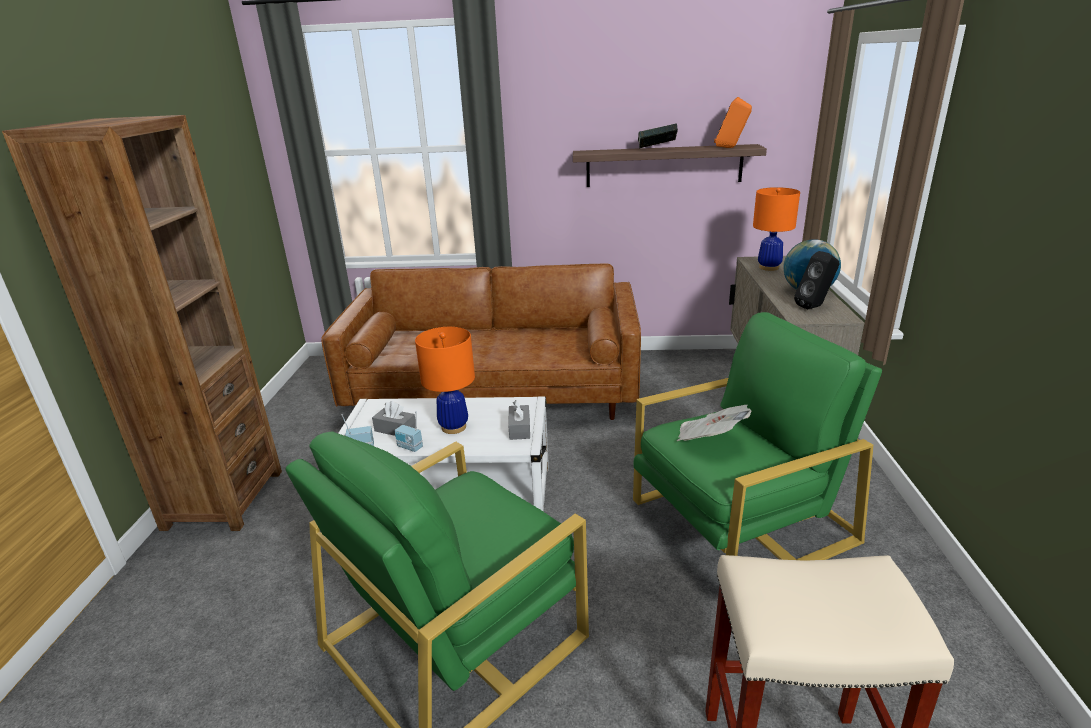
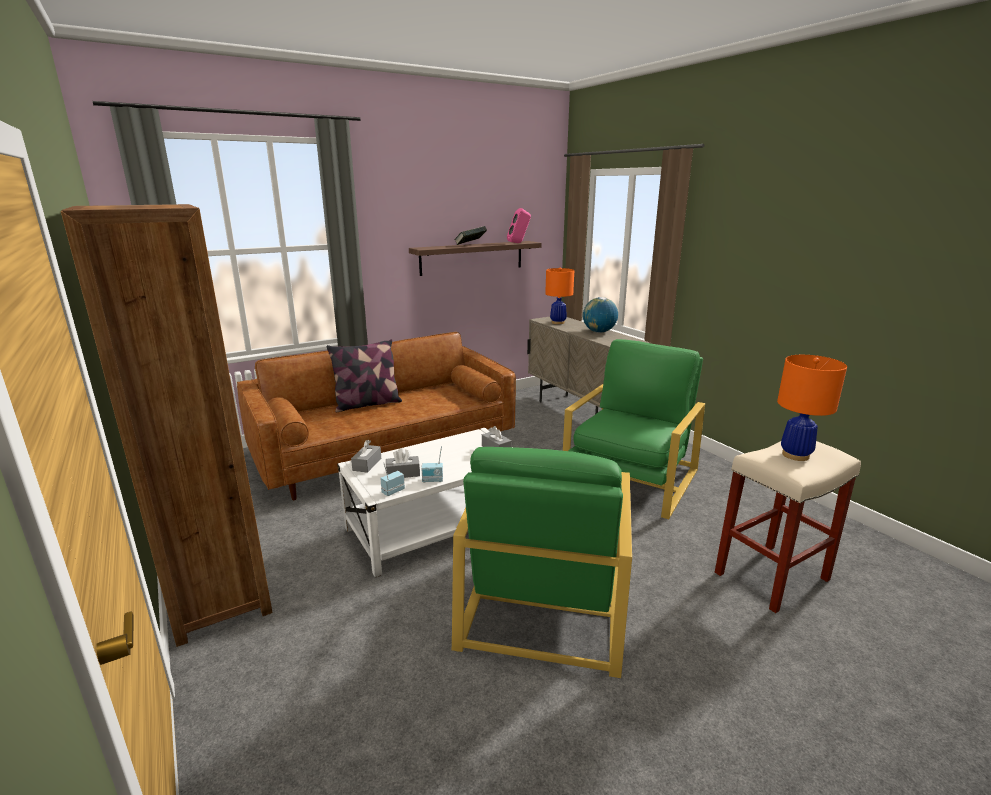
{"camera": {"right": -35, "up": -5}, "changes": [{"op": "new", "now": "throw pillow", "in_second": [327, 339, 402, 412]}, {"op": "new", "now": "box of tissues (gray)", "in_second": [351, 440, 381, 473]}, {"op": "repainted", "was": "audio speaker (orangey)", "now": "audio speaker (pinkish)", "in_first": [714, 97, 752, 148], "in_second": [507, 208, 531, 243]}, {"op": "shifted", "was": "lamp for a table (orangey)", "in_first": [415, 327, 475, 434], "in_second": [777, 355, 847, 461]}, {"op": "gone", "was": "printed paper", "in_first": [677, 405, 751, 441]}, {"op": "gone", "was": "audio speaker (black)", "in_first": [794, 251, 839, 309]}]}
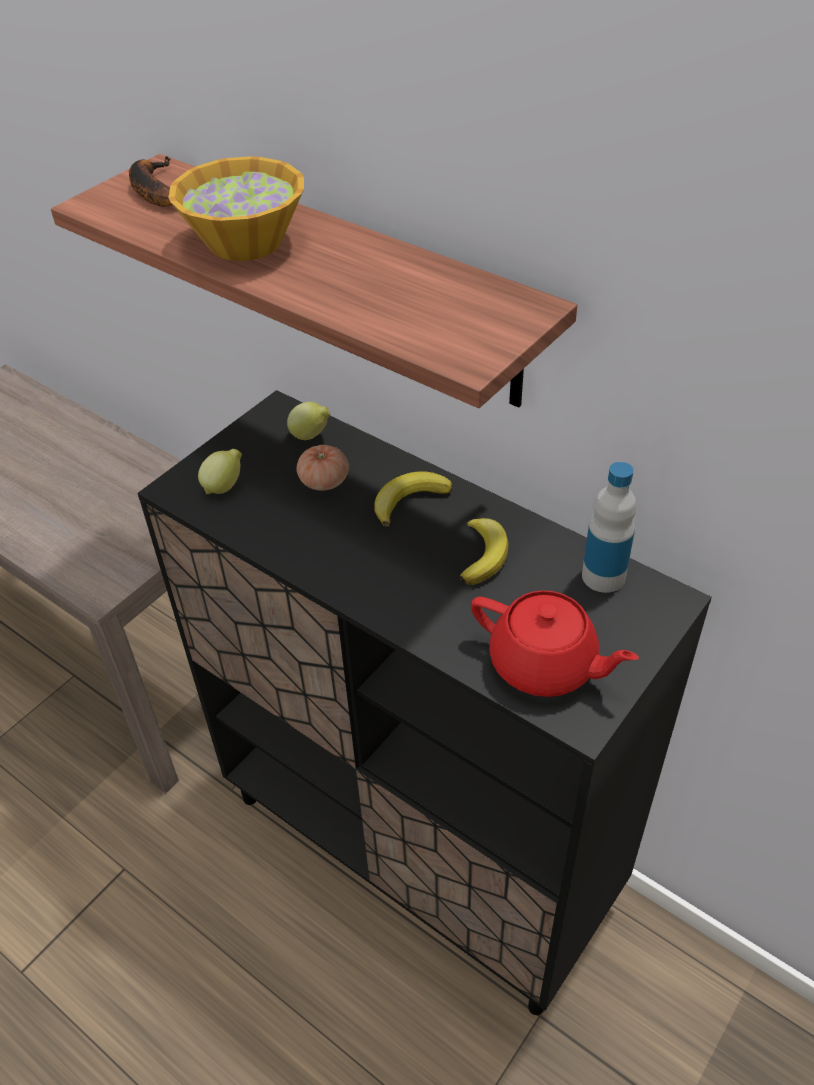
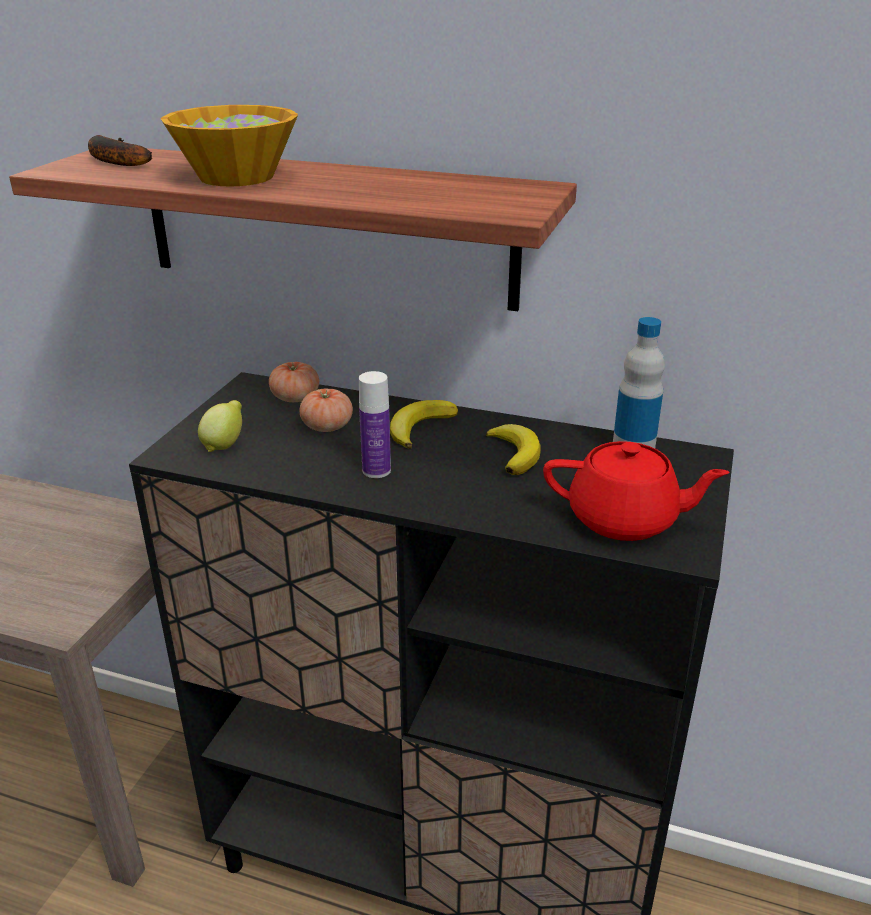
{"camera": {"right": -20, "up": -15}, "changes": [{"op": "swapped", "was": "citrus fruit", "now": "tomato", "in_first": [287, 402, 330, 440], "in_second": [269, 362, 319, 402]}, {"op": "new", "now": "drink bottle", "in_second": [359, 371, 391, 478]}]}
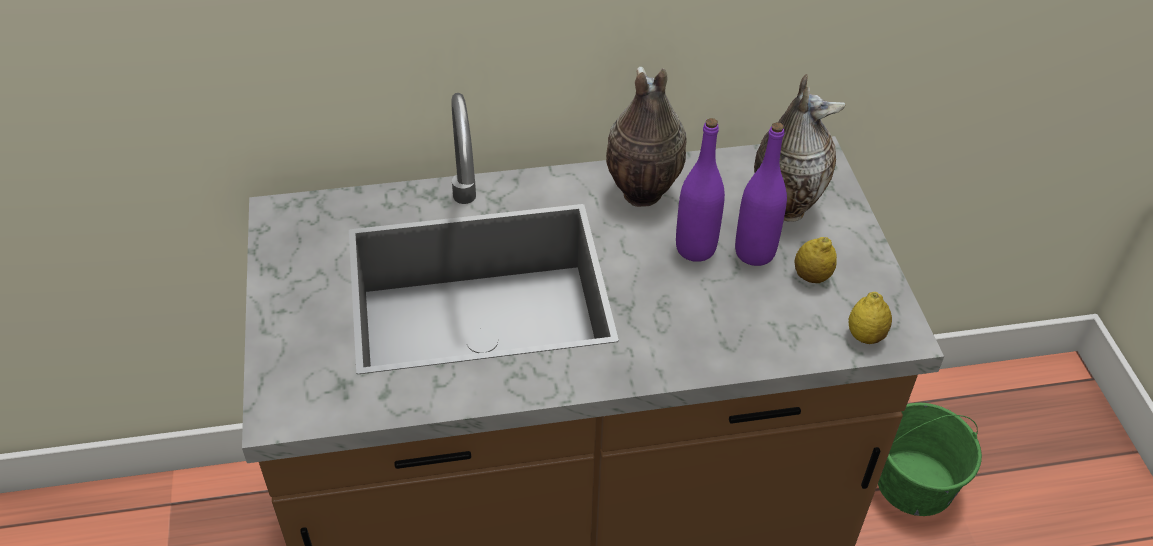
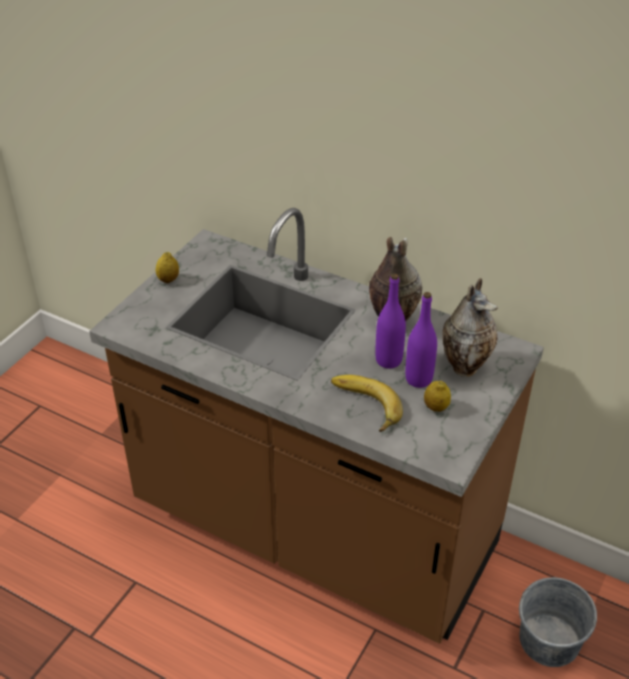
{"camera": {"right": 40, "up": -5}, "changes": [{"op": "shifted", "was": "citrus fruit", "in_first": [849, 292, 892, 344], "in_second": [156, 252, 179, 283]}, {"op": "new", "now": "banana fruit", "in_second": [331, 375, 403, 432]}, {"op": "repainted", "was": "pail (green-coloured)", "now": "pail (gray)", "in_first": [878, 403, 982, 516], "in_second": [519, 577, 597, 667]}]}
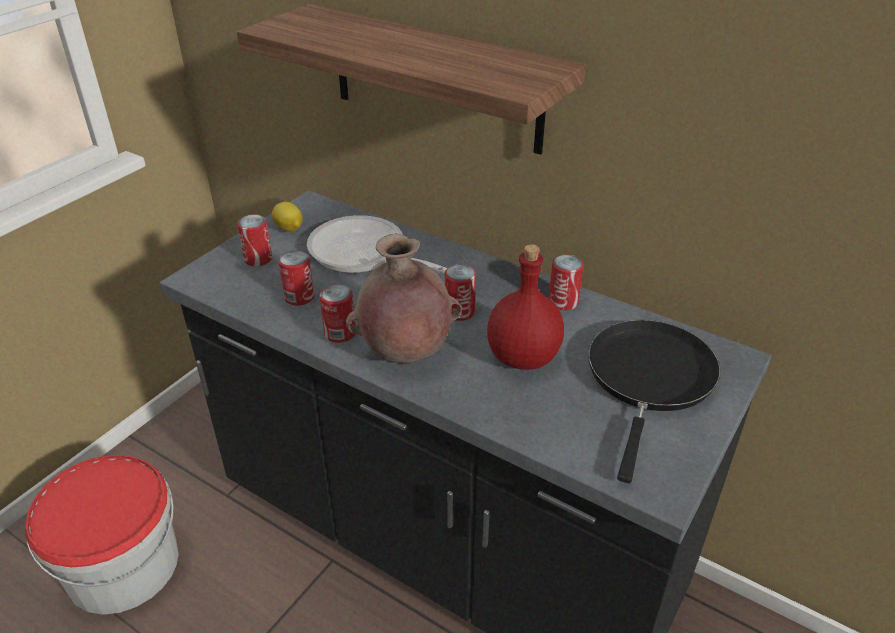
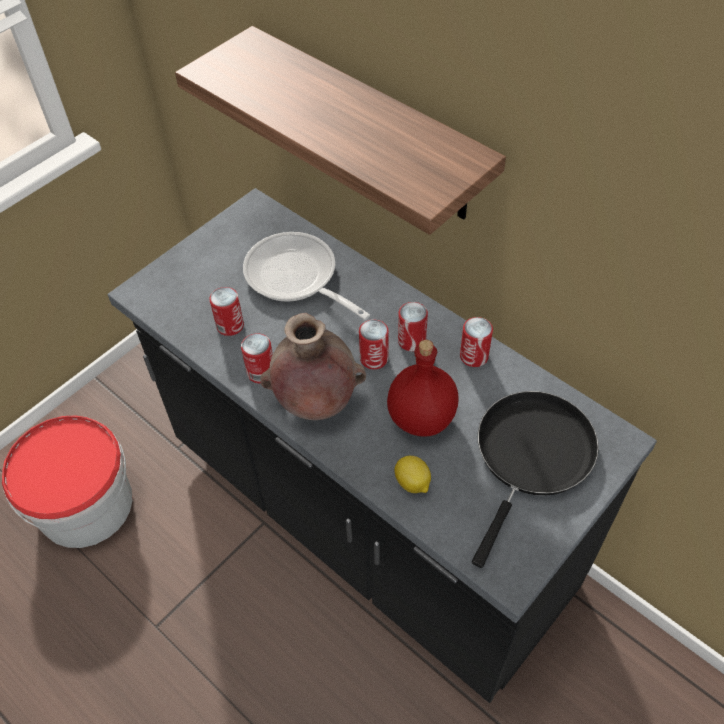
{"camera": {"right": 10, "up": 15}, "changes": [{"op": "shifted", "was": "citrus fruit", "in_first": [272, 202, 302, 232], "in_second": [395, 456, 431, 493]}, {"op": "shifted", "was": "metal can", "in_first": [237, 214, 272, 266], "in_second": [398, 302, 428, 351]}]}
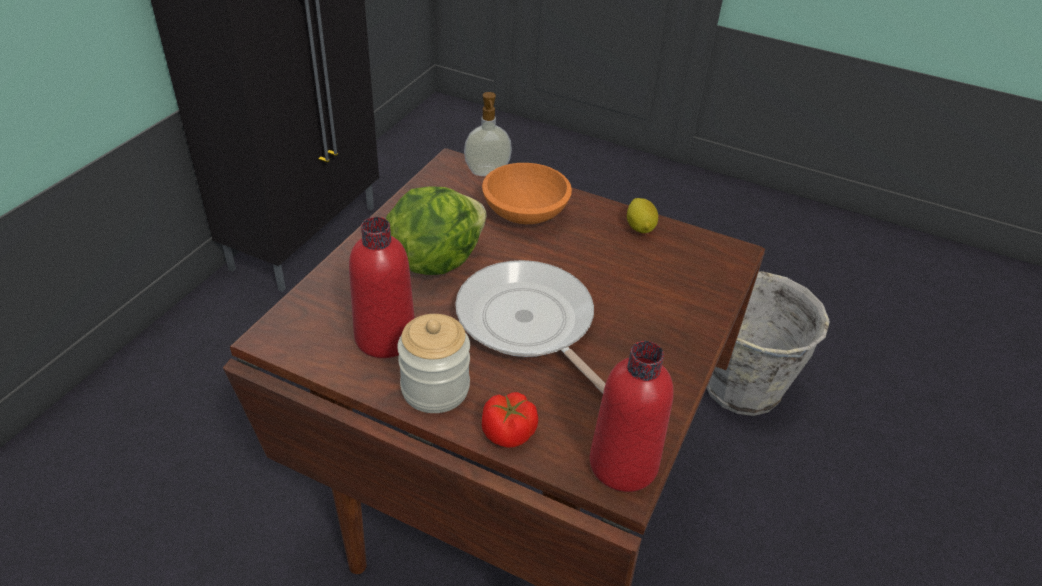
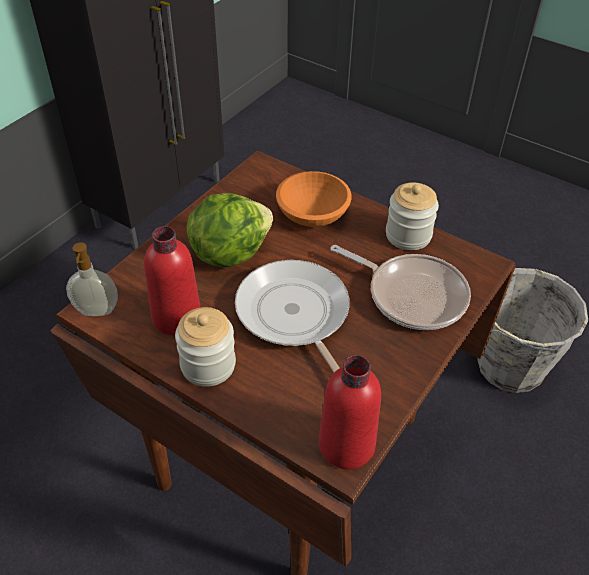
{"camera": {"right": 10, "up": 5}, "changes": [{"op": "shifted", "was": "soap bottle", "in_first": [464, 92, 512, 176], "in_second": [66, 242, 118, 316]}, {"op": "new", "now": "skillet", "in_second": [330, 245, 471, 330]}, {"op": "swapped", "was": "citrus fruit", "now": "jar", "in_first": [627, 198, 658, 233], "in_second": [386, 183, 439, 250]}, {"op": "gone", "was": "tomato", "in_first": [482, 392, 538, 448]}]}
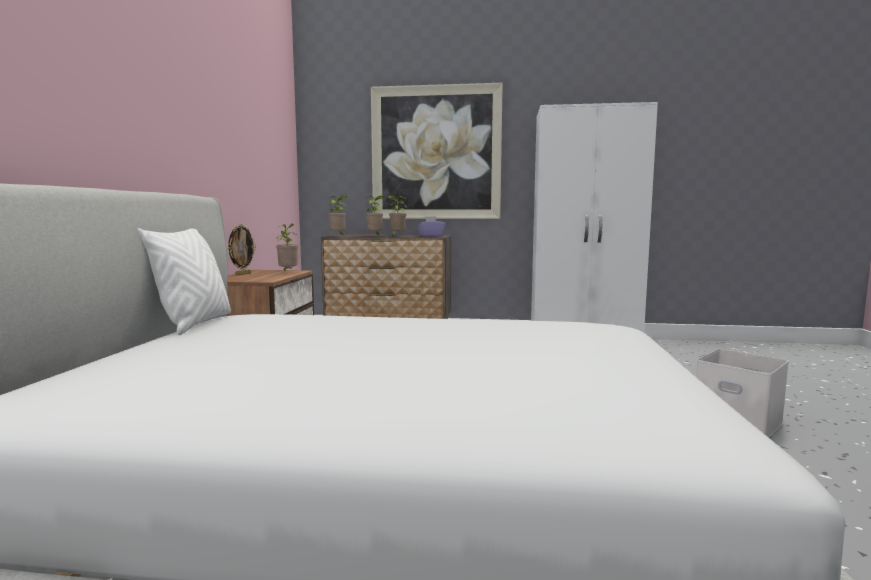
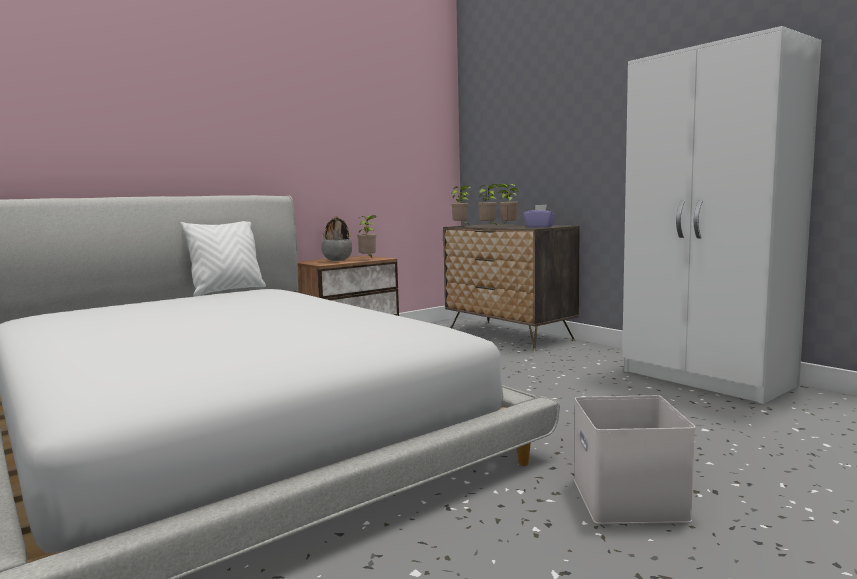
{"camera": {"right": 45, "up": 0}, "changes": [{"op": "new", "now": "deep dish (gray)", "in_second": [321, 239, 352, 261]}, {"op": "gone", "was": "wall picture", "in_first": [371, 83, 503, 219]}]}
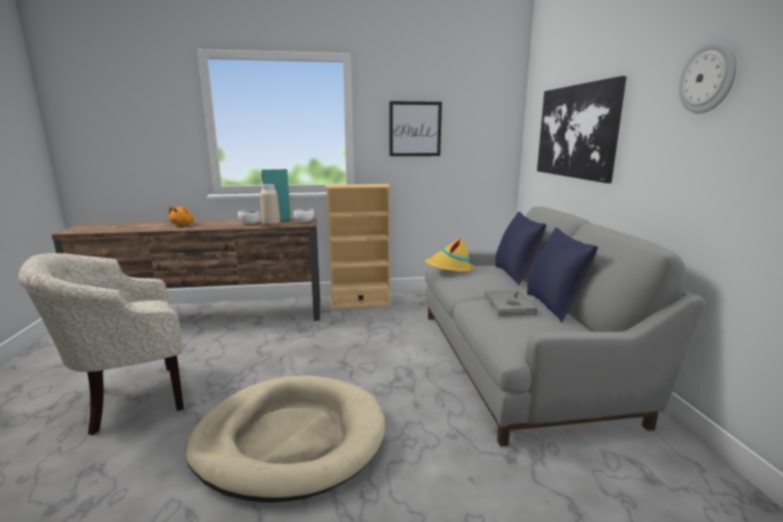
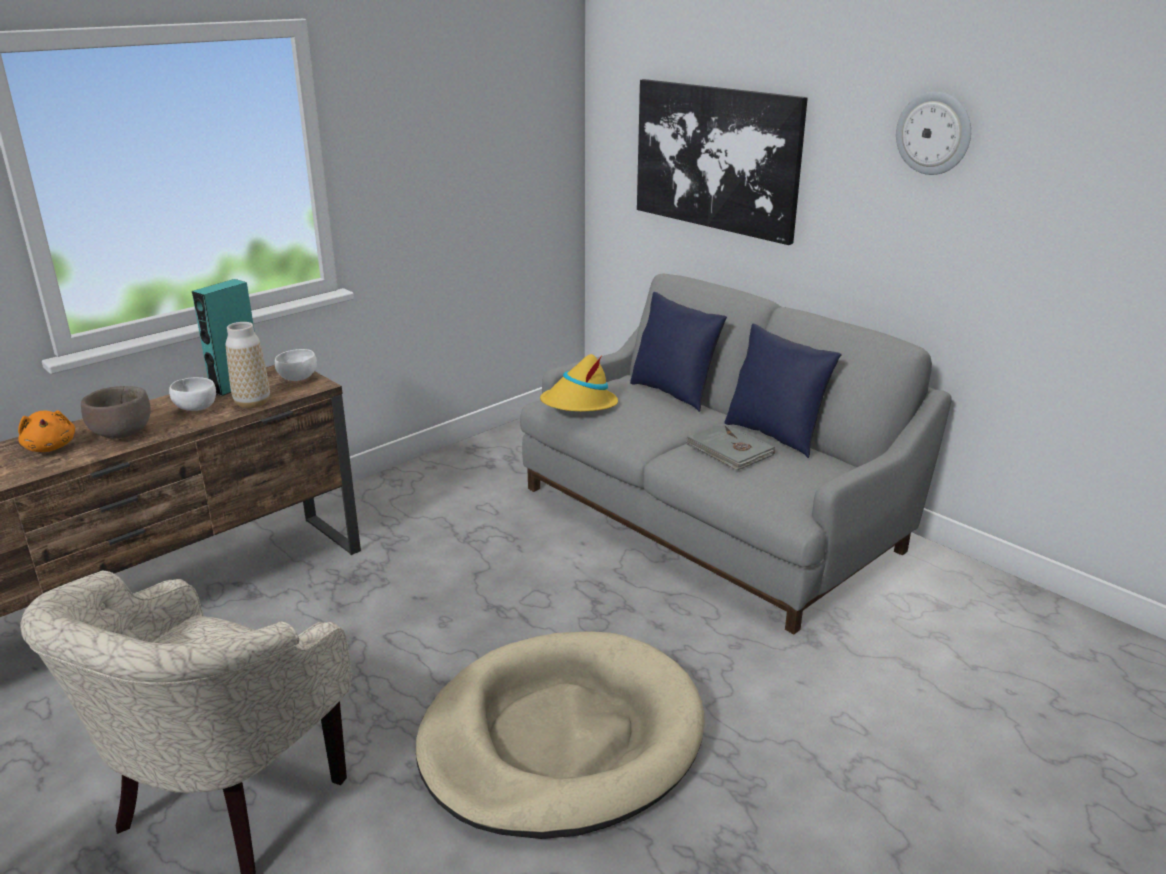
{"camera": {"right": -35, "up": 10}, "changes": [{"op": "new", "now": "deep dish (brown)", "in_second": [81, 386, 151, 438]}, {"op": "gone", "was": "bookshelf (beige)", "in_first": [326, 184, 391, 309]}, {"op": "gone", "was": "wall picture", "in_first": [389, 101, 442, 156]}]}
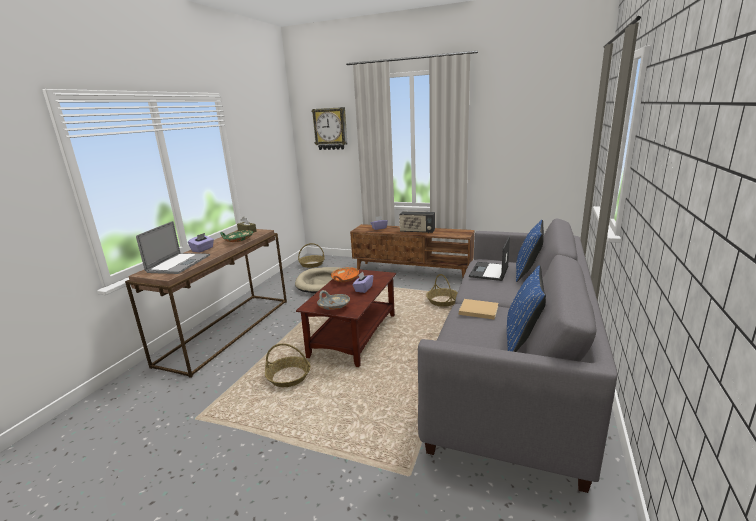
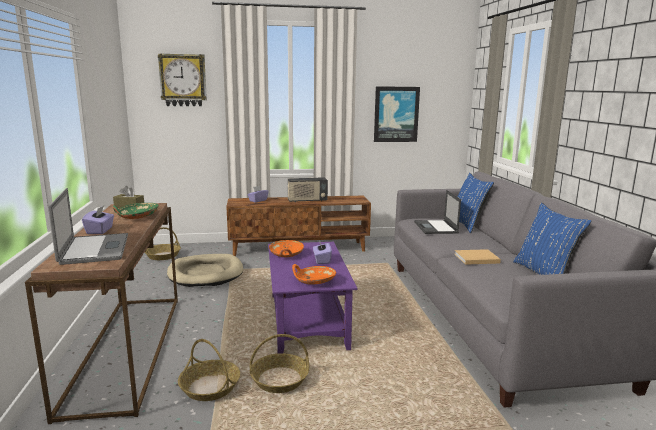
{"camera": {"right": -30, "up": -5}, "changes": [{"op": "shifted", "was": "storage basket", "in_first": [426, 274, 458, 307], "in_second": [178, 339, 240, 401]}, {"op": "repainted", "was": "lounge table (brown)", "now": "lounge table (purplish)", "in_first": [296, 269, 396, 367], "in_second": [268, 242, 357, 354]}, {"op": "repainted", "was": "deep dish (gray)", "now": "deep dish (orangey)", "in_first": [317, 290, 350, 310], "in_second": [292, 264, 336, 285]}, {"op": "new", "now": "wall picture", "in_second": [374, 86, 420, 142]}]}
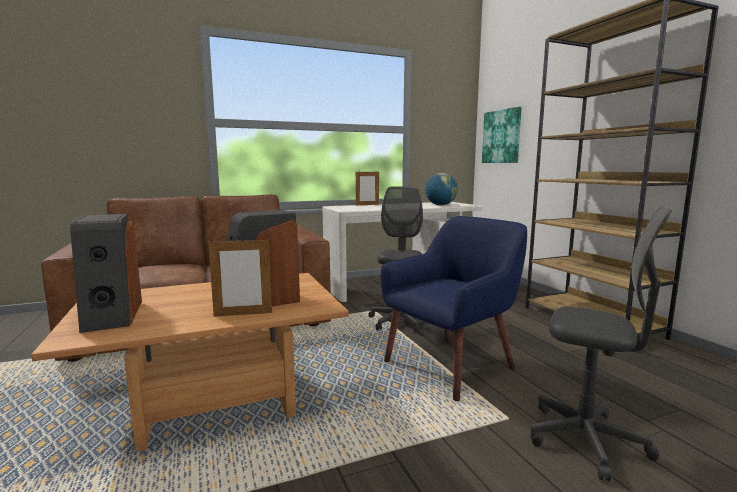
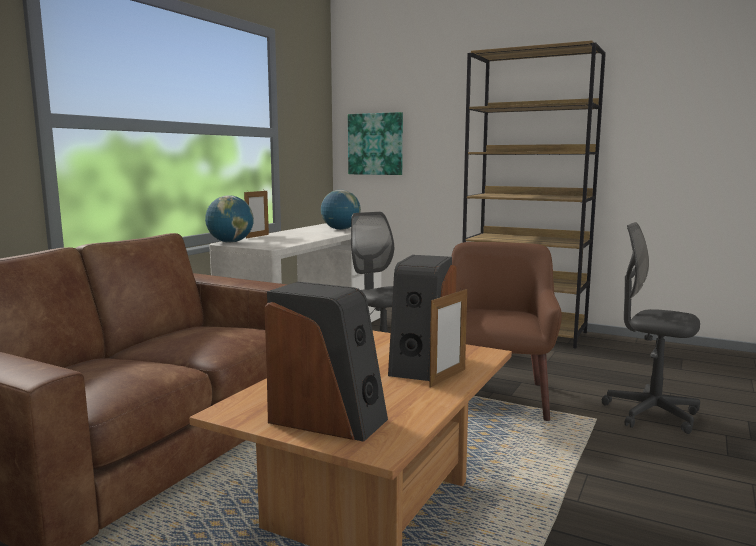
{"camera": {"right": -40, "up": 0}, "changes": [{"op": "new", "now": "globe", "in_second": [205, 195, 254, 243]}, {"op": "repainted", "was": "lounge chair (blue)", "now": "lounge chair (brown)", "in_first": [381, 216, 527, 401], "in_second": [451, 242, 562, 421]}, {"op": "rotated", "was": "computer chair (gray)", "in_first": [530, 206, 672, 481], "in_second": [602, 222, 700, 434], "clockwise": -135}]}
